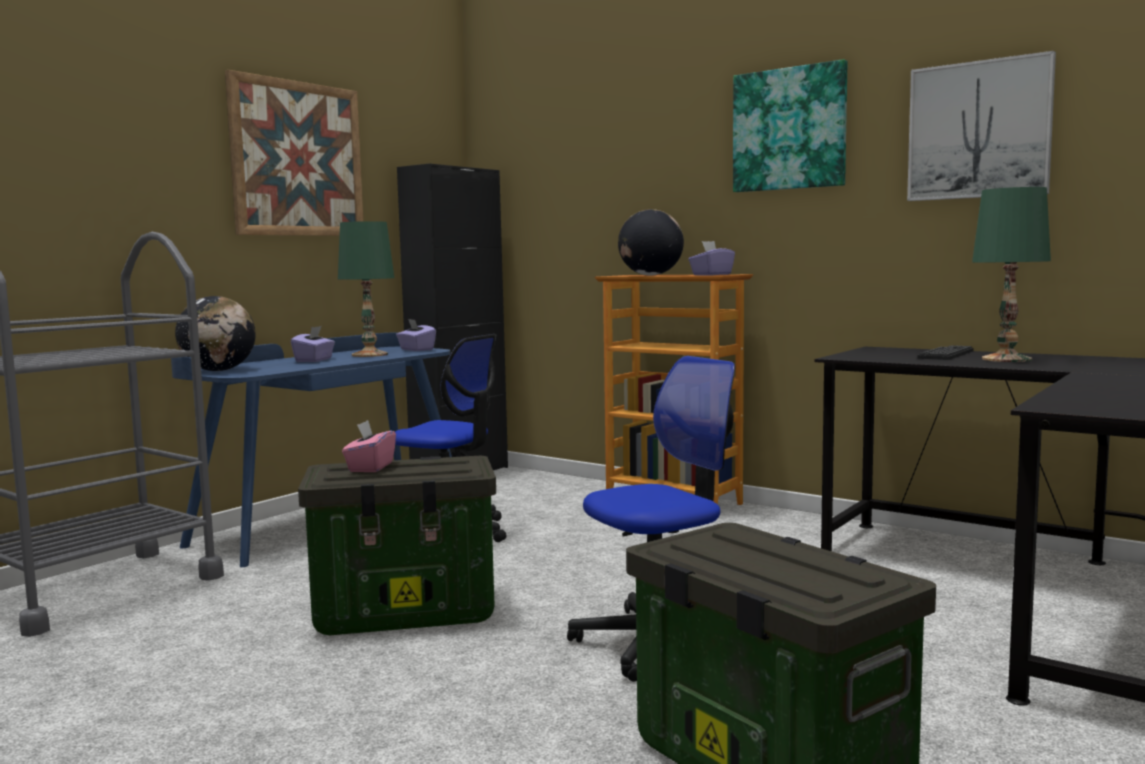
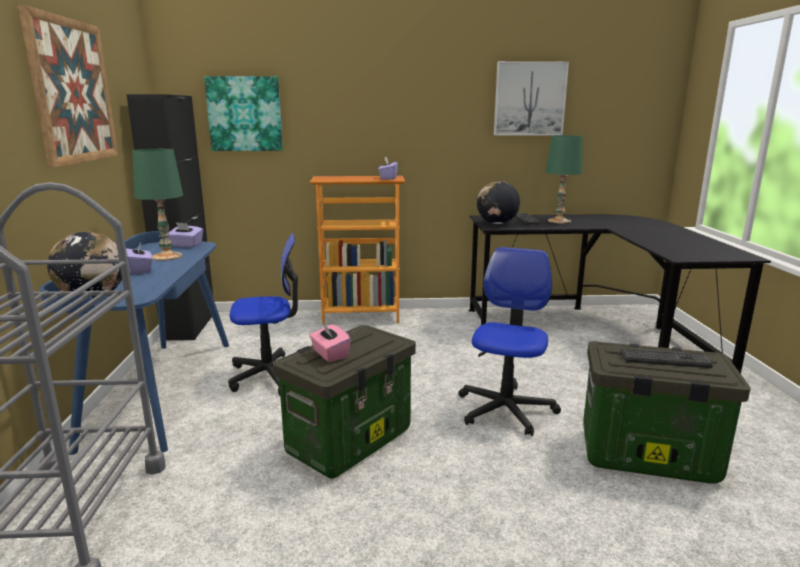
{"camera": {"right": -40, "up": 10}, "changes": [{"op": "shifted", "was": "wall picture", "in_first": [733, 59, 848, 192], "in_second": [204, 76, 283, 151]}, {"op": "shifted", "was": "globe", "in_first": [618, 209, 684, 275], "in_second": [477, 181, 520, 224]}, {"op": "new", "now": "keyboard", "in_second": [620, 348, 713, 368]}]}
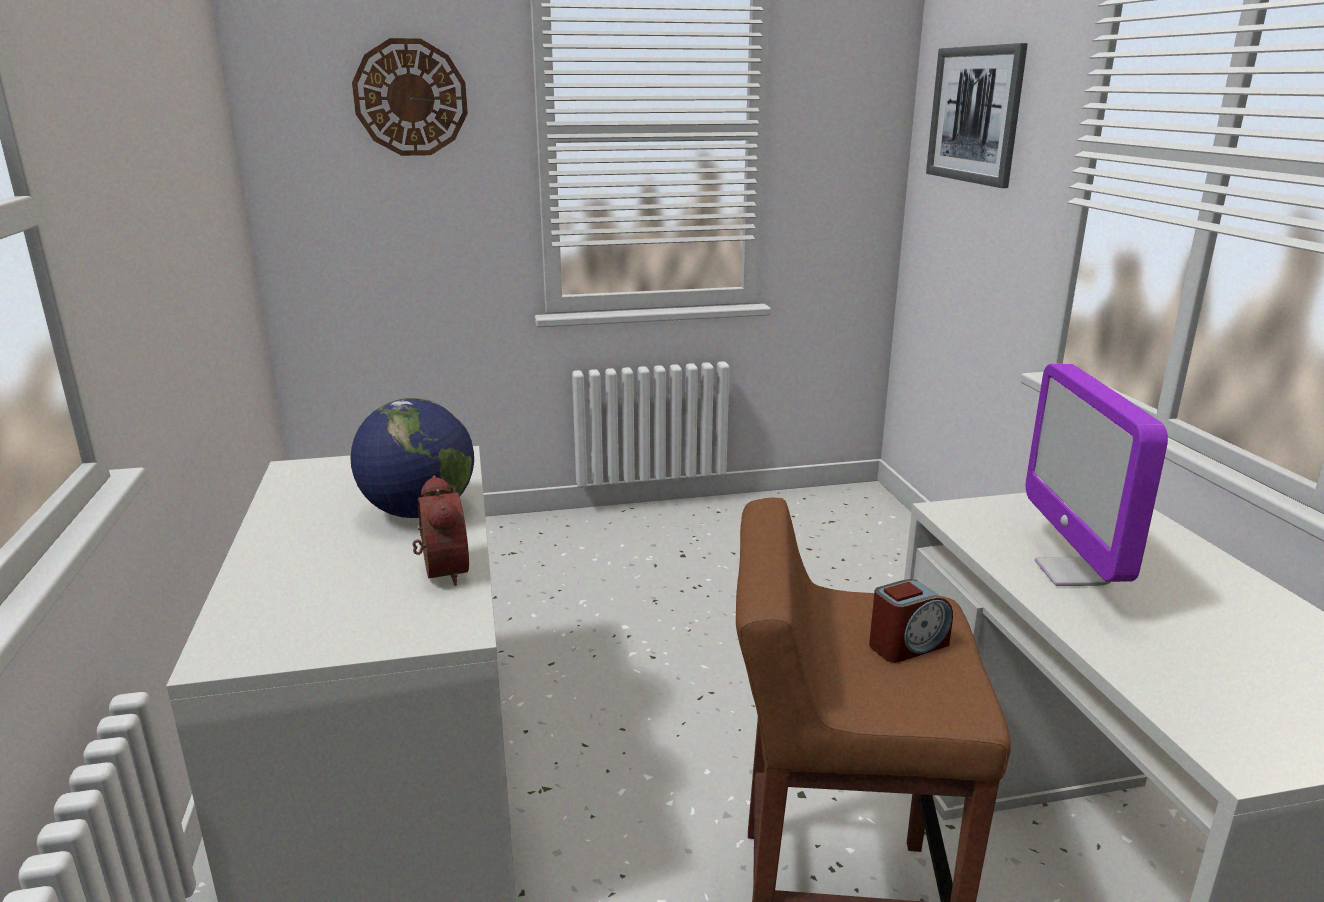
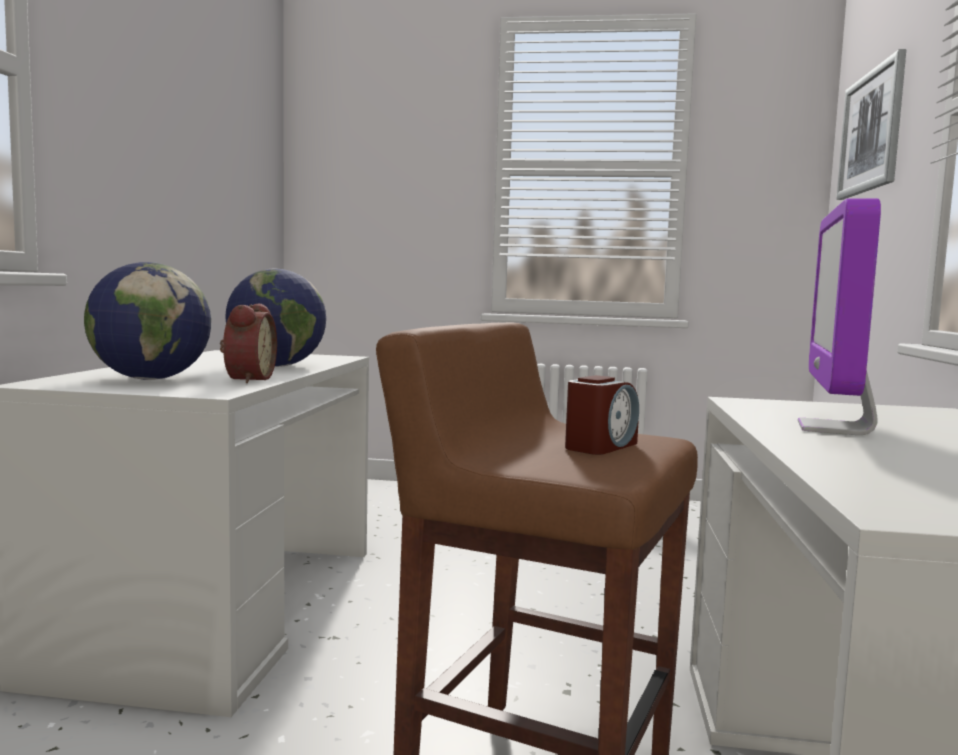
{"camera": {"right": 20, "up": -15}, "changes": [{"op": "new", "now": "globe", "in_second": [84, 262, 211, 380]}, {"op": "rotated", "was": "bedside clock", "in_first": [869, 579, 953, 663], "in_second": [565, 375, 639, 455], "clockwise": -45}, {"op": "gone", "was": "clock on the wall", "in_first": [352, 38, 468, 156]}]}
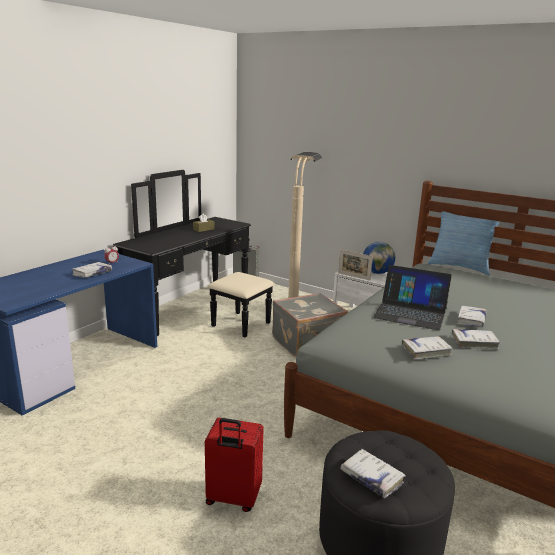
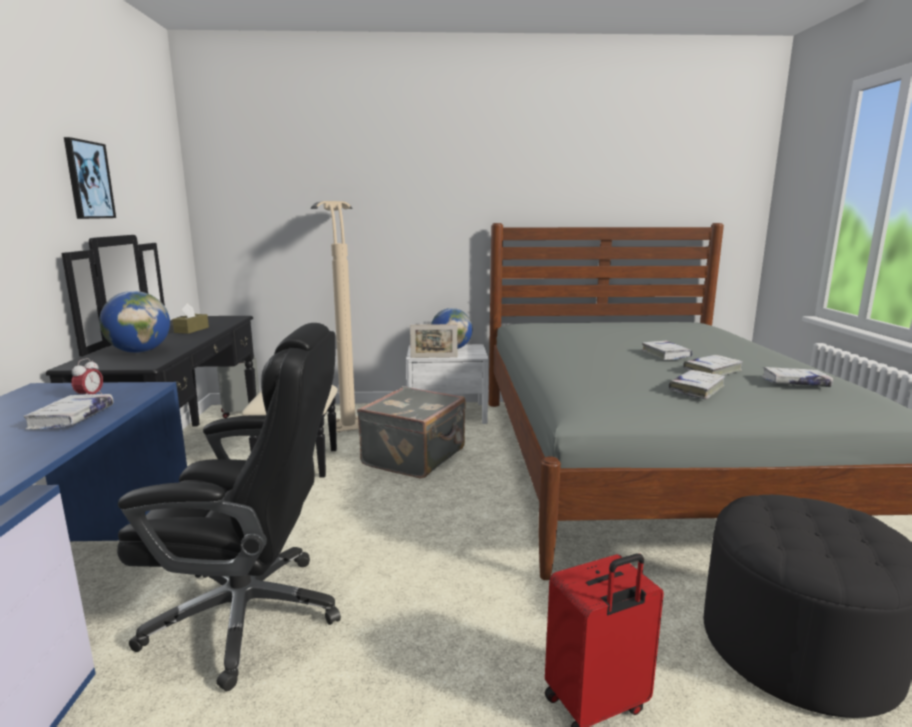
{"camera": {"right": -35, "up": -5}, "changes": [{"op": "new", "now": "wall picture", "in_second": [64, 137, 116, 219]}, {"op": "new", "now": "globe", "in_second": [99, 291, 170, 353]}, {"op": "new", "now": "computer chair (black)", "in_second": [117, 323, 341, 691]}, {"op": "shifted", "was": "volume (whitish)", "in_first": [340, 449, 406, 498], "in_second": [761, 367, 833, 387]}, {"op": "gone", "was": "notebook computer", "in_first": [373, 265, 452, 330]}, {"op": "gone", "was": "throw pillow", "in_first": [428, 211, 500, 275]}]}
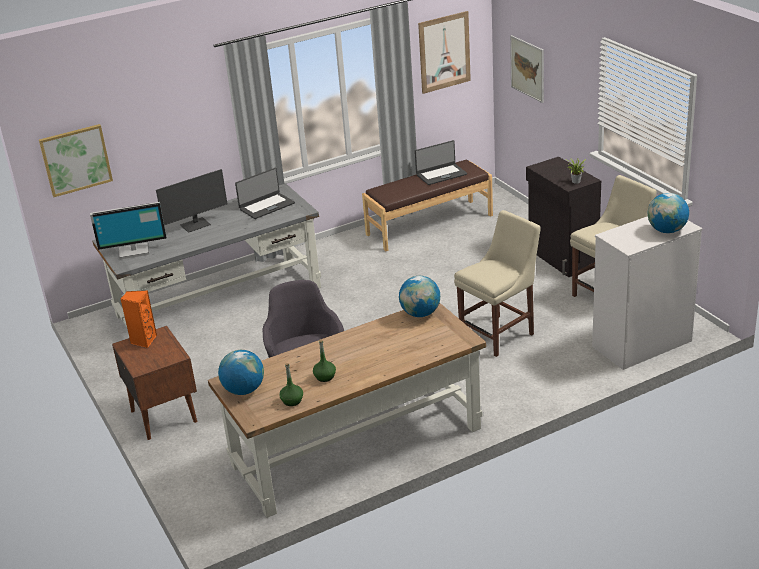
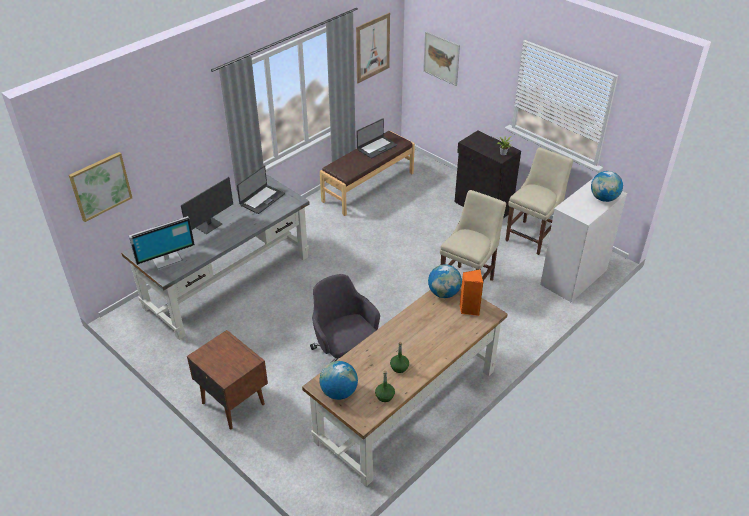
{"camera": {"right": -20, "up": 10}, "changes": [{"op": "shifted", "was": "audio speaker (orangey)", "in_first": [121, 290, 157, 348], "in_second": [460, 269, 483, 316]}]}
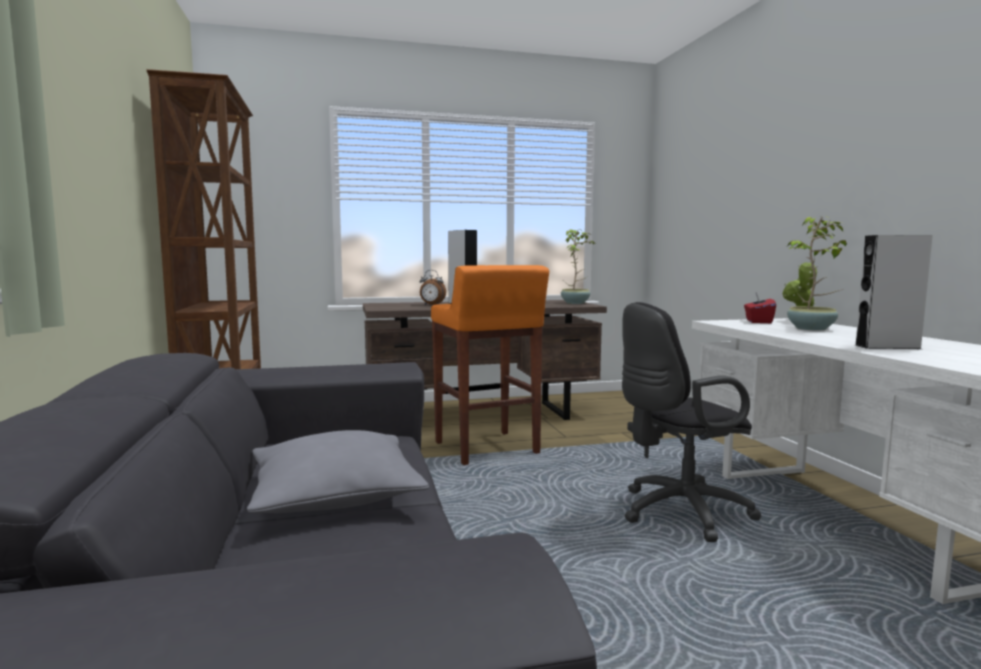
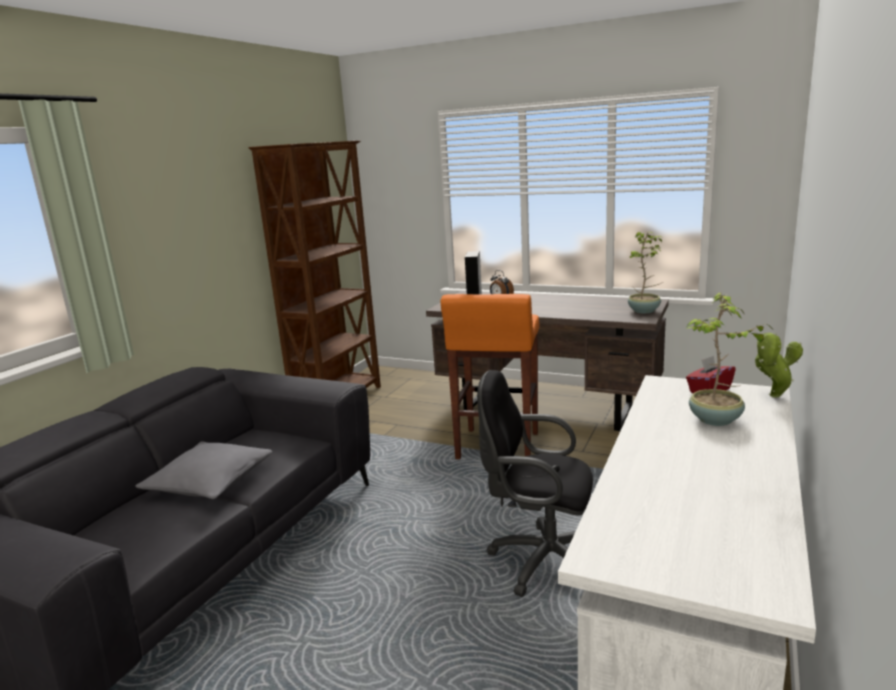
{"camera": {"right": 40, "up": 10}, "changes": [{"op": "gone", "was": "audio speaker (gray)", "in_first": [855, 235, 933, 349]}]}
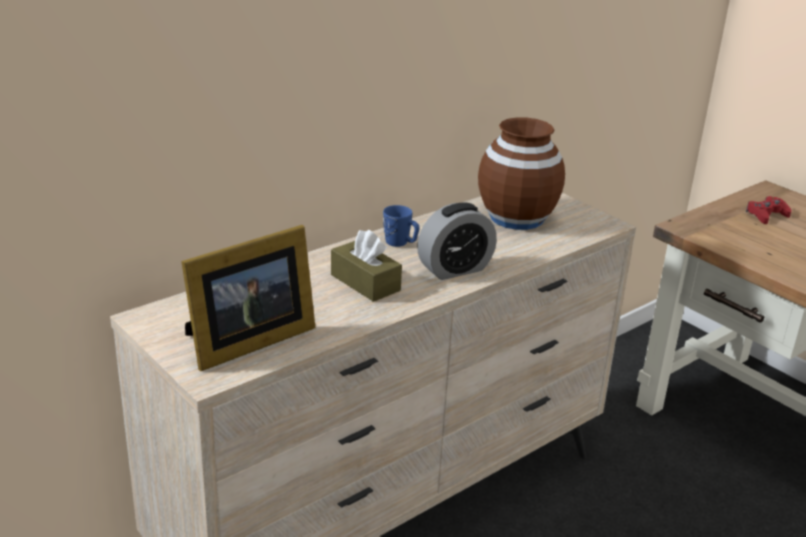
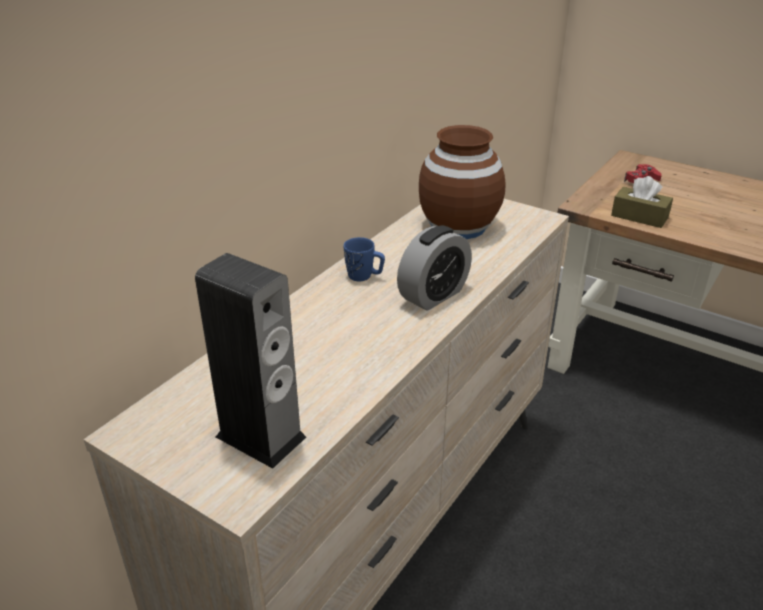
{"camera": {"right": -15, "up": 5}, "changes": [{"op": "swapped", "was": "photo frame", "now": "audio speaker", "in_first": [181, 225, 316, 371], "in_second": [195, 253, 306, 469]}, {"op": "shifted", "was": "box of tissues (brown)", "in_first": [331, 230, 402, 302], "in_second": [611, 176, 673, 228]}]}
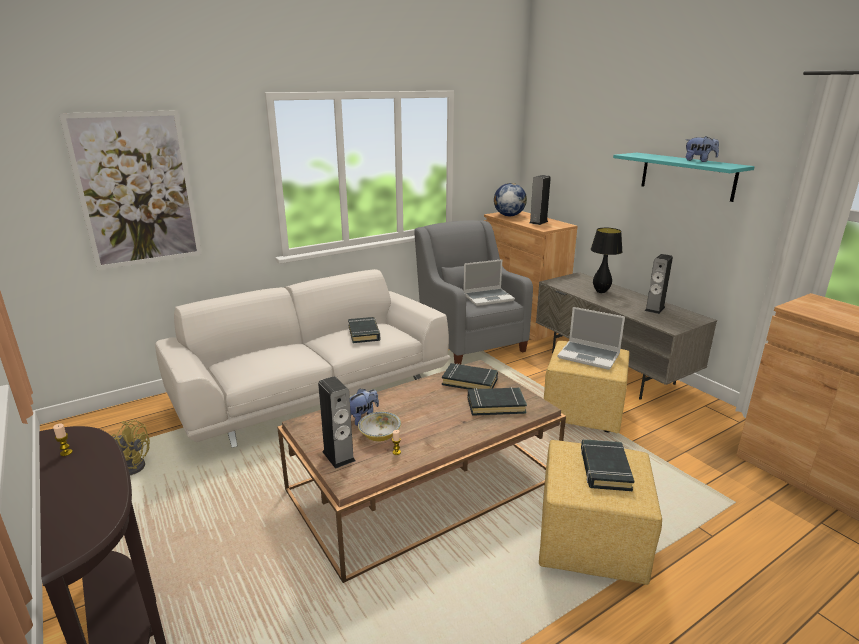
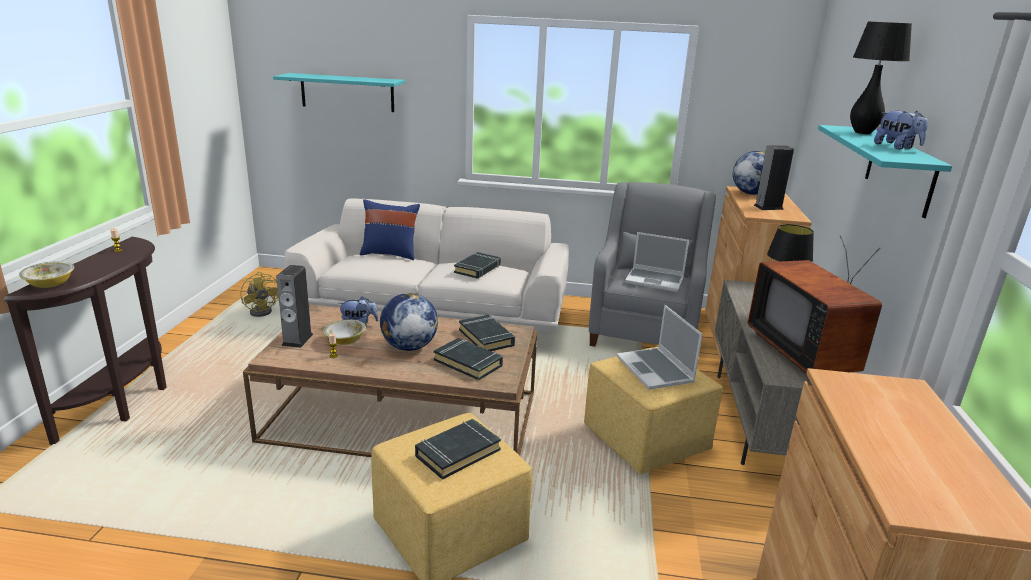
{"camera": {"right": 40, "up": 0}, "changes": [{"op": "new", "now": "deep dish", "in_second": [19, 261, 74, 288]}, {"op": "swapped", "was": "wall picture", "now": "shelf (blue-green)", "in_first": [59, 110, 202, 270], "in_second": [273, 73, 405, 112]}, {"op": "new", "now": "throw pillow (blue)", "in_second": [360, 199, 420, 260]}, {"op": "new", "now": "globe", "in_second": [380, 293, 438, 351]}, {"op": "swapped", "was": "audio speaker", "now": "TV", "in_first": [645, 254, 673, 314], "in_second": [748, 235, 882, 373]}, {"op": "new", "now": "lamp for a table (black)", "in_second": [850, 21, 912, 134]}]}
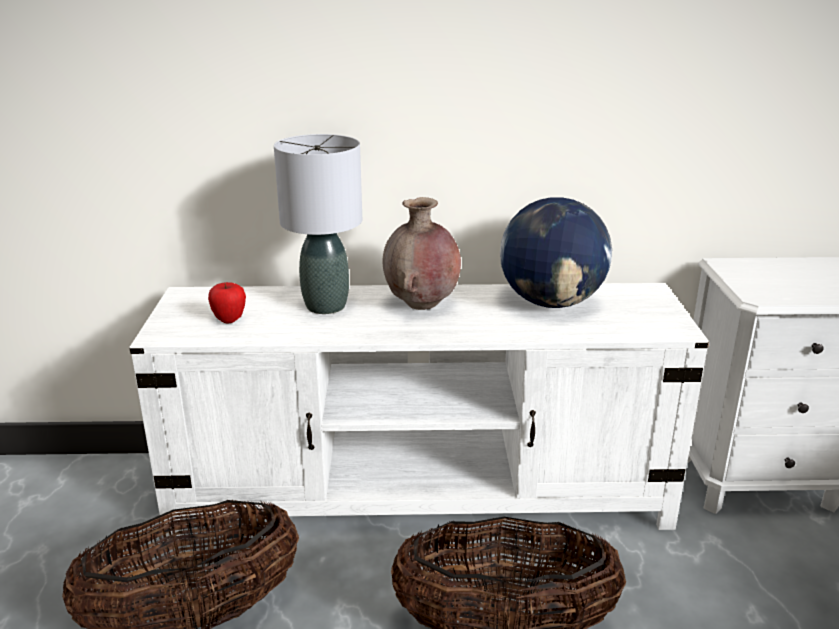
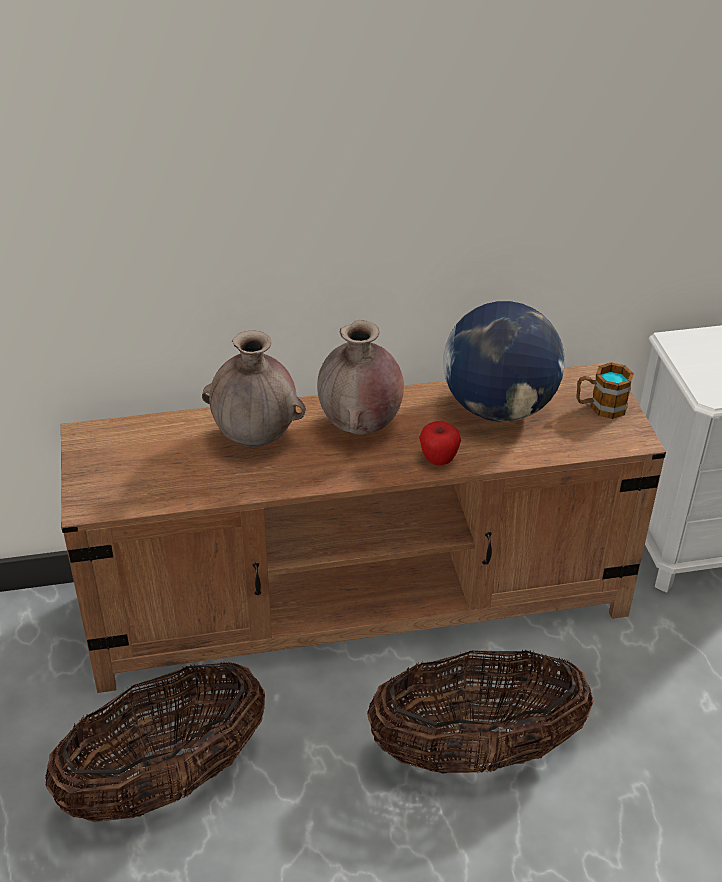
{"camera": {"right": -10, "up": 15}, "changes": [{"op": "repainted", "was": "tv stand (whitish)", "now": "tv stand (brown)", "in_first": [129, 283, 709, 537], "in_second": [61, 362, 666, 693]}, {"op": "swapped", "was": "lamp for a table (gray)", "now": "vase (brown)", "in_first": [274, 134, 362, 314], "in_second": [202, 330, 306, 448]}, {"op": "shifted", "was": "apple", "in_first": [208, 282, 246, 323], "in_second": [419, 421, 461, 466]}, {"op": "new", "now": "mug", "in_second": [576, 363, 634, 419]}]}
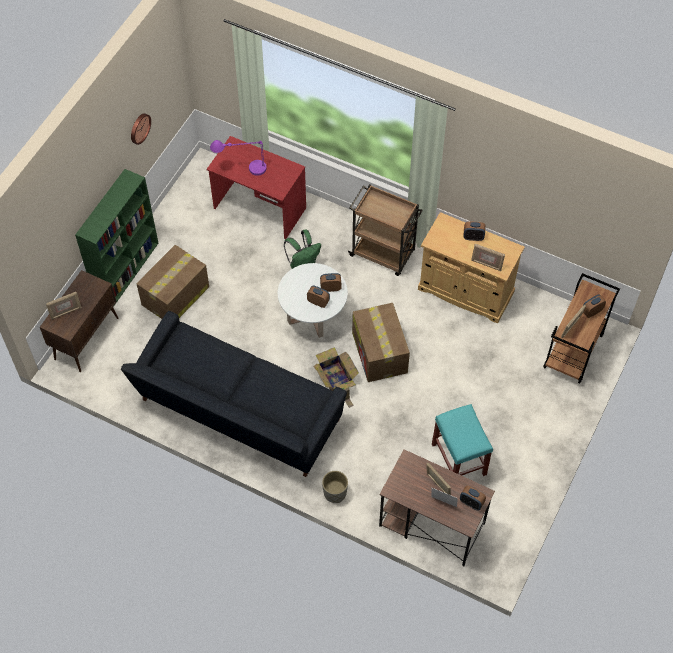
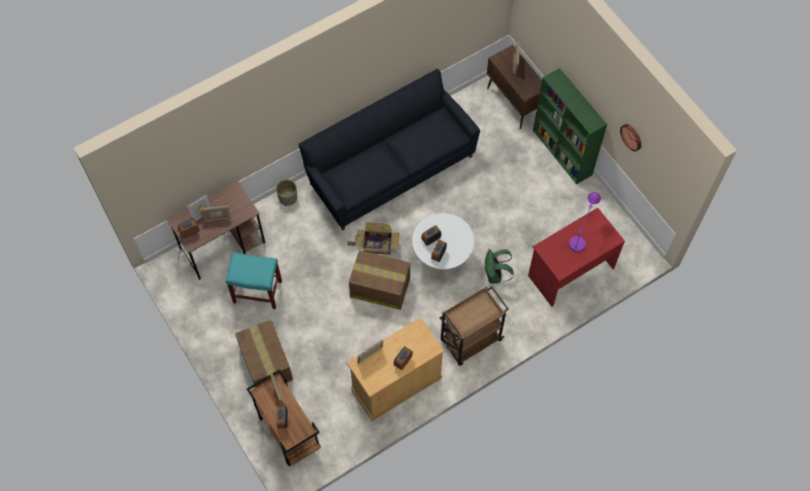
{"camera": {"right": 120, "up": 5}, "changes": [{"op": "shifted", "was": "cardboard box", "in_first": [136, 245, 209, 319], "in_second": [235, 320, 293, 388]}]}
